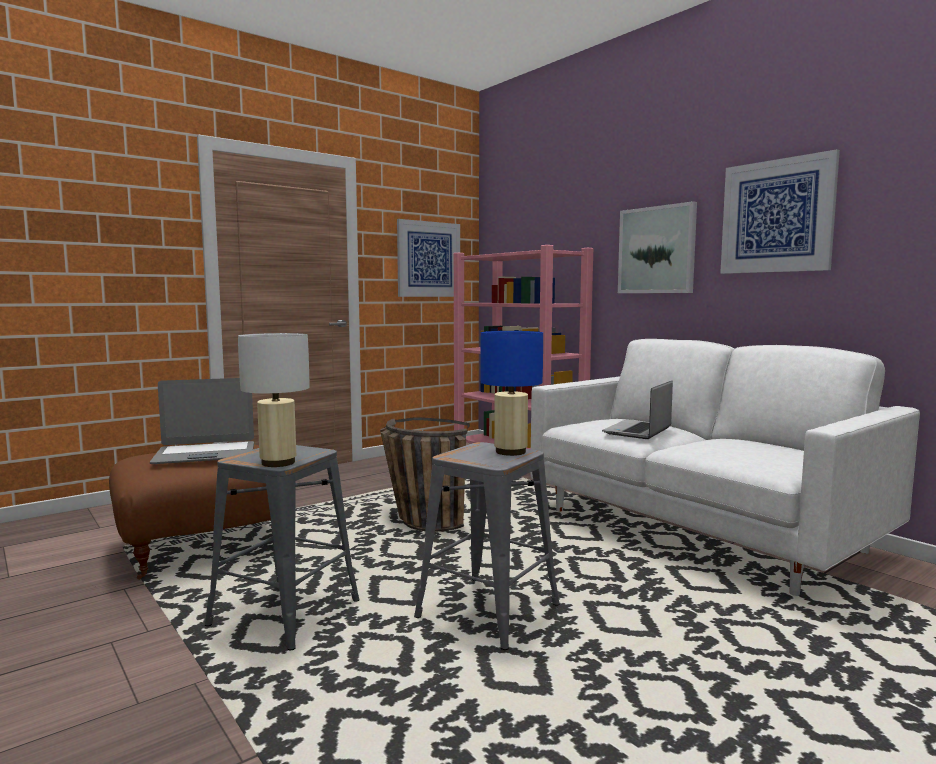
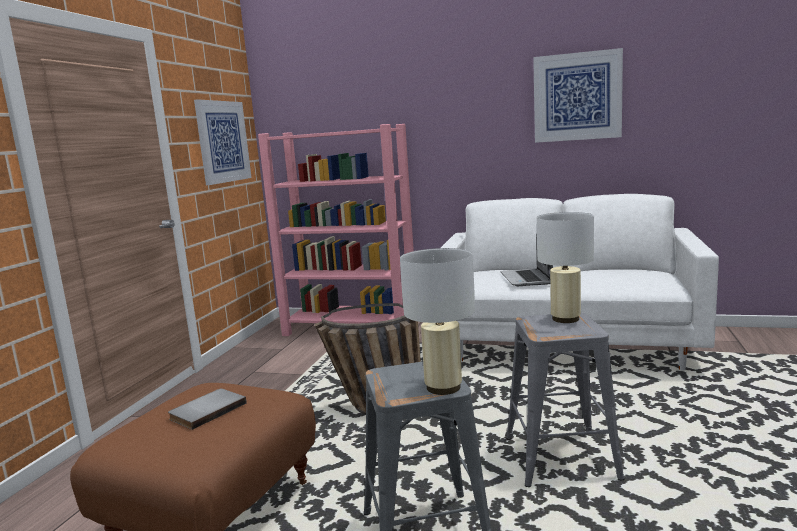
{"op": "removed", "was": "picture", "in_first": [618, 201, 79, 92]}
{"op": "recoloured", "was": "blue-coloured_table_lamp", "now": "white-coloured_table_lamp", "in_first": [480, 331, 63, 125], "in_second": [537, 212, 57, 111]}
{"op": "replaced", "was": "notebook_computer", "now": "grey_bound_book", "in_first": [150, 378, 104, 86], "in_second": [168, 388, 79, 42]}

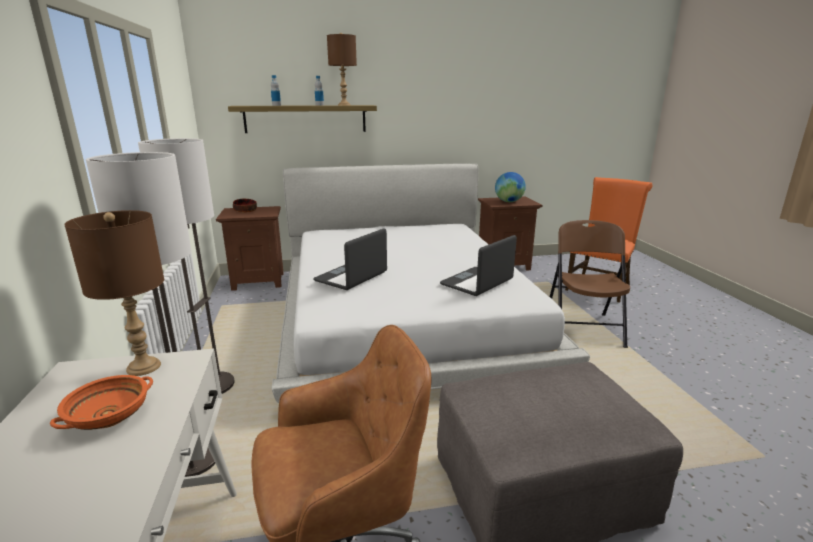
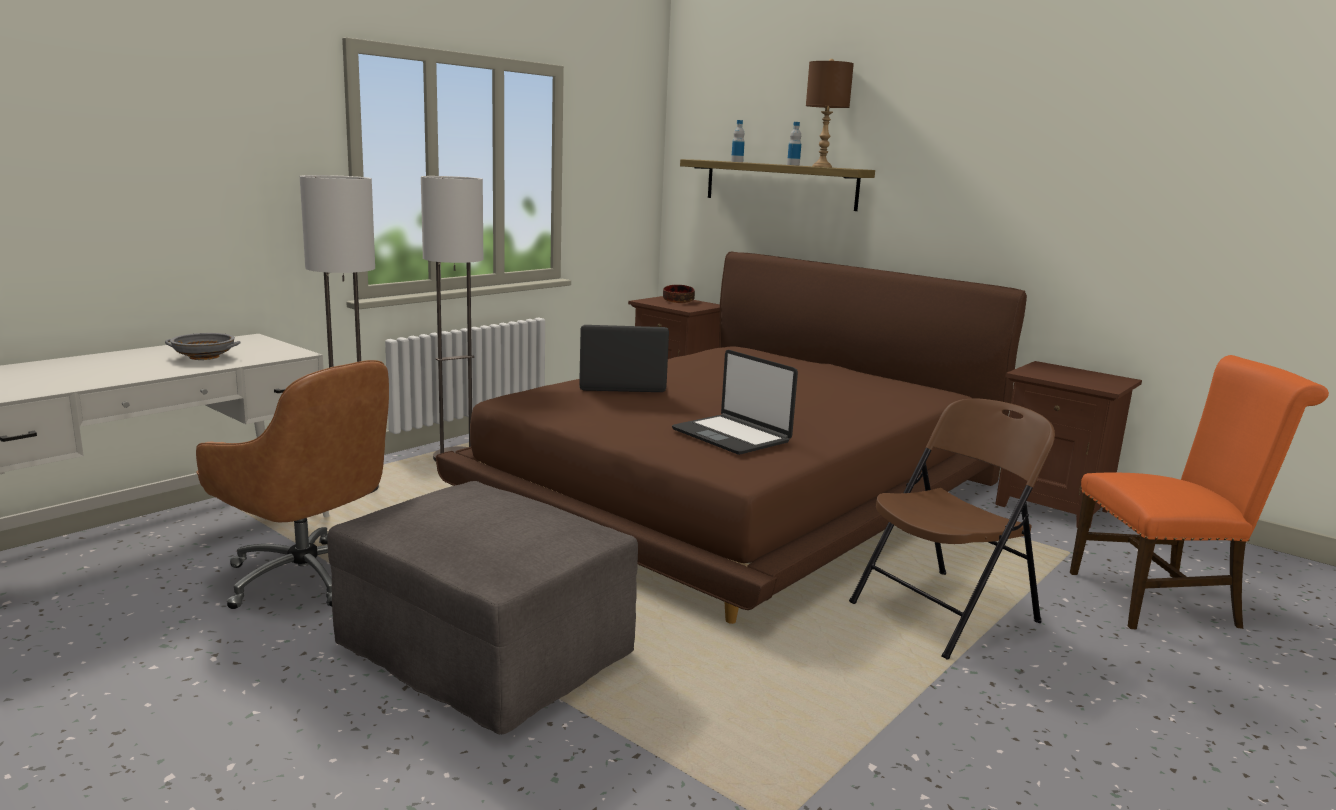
{"op": "recoloured", "was": "white-coloured_bedroom_bed", "now": "brown_bedroom_bed", "in_first": [272, 163, 318, 240], "in_second": [436, 251, 591, 373]}
{"op": "removed", "was": "desk_globe", "in_first": [495, 172, 31, 30]}
{"op": "removed", "was": "brown_table_lamp", "in_first": [64, 210, 100, 166]}
{"op": "turned", "was": "notebook_computer", "in_first": [440, 235, 77, 61], "in_second": [672, 350, 126, 105], "clockwise": -135}
{"op": "recoloured", "was": "orangey_bowl", "now": "grey_bowl", "in_first": [50, 375, 103, 55], "in_second": [165, 333, 75, 27]}

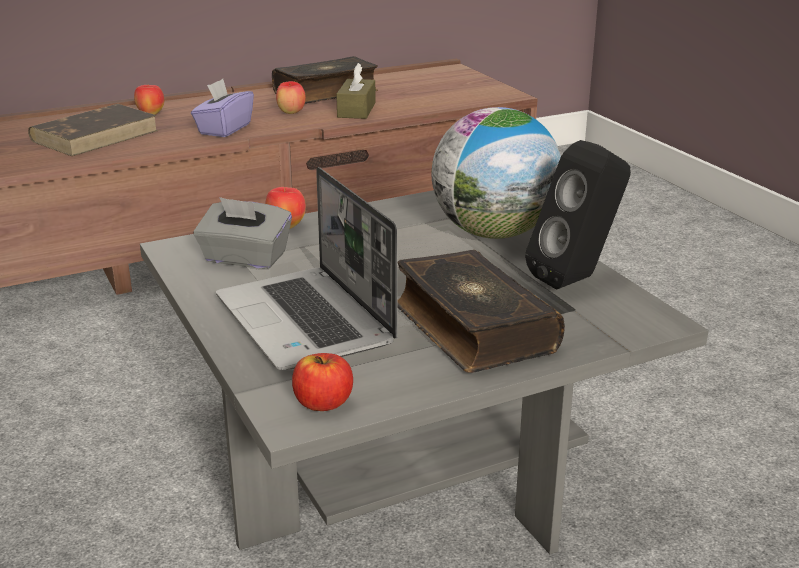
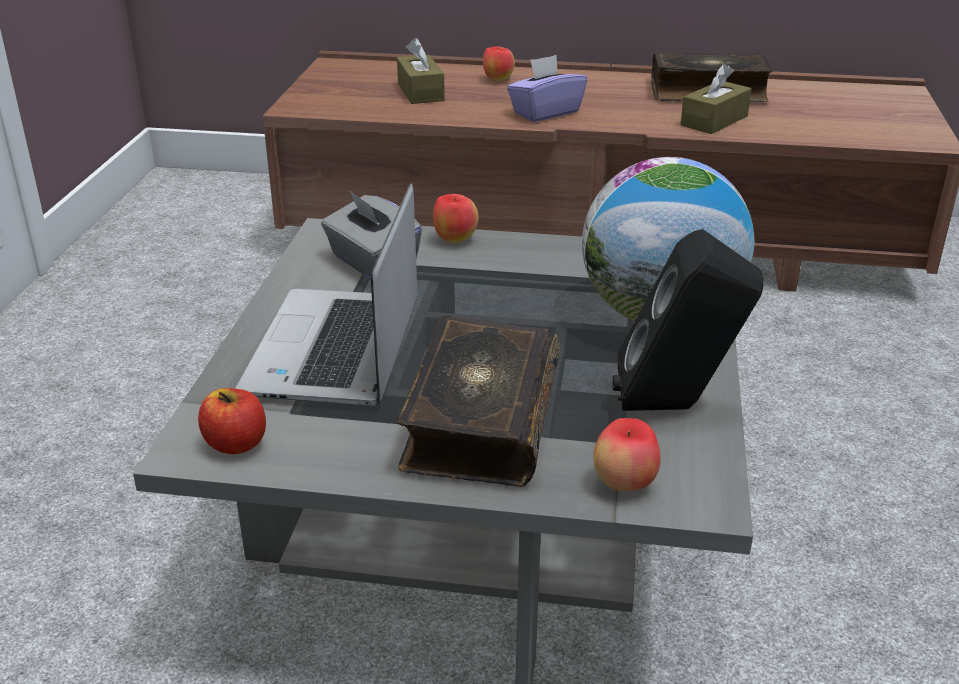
{"op": "moved", "was": "apple", "in_first": [276, 81, 30, 33], "in_second": [593, 418, 68, 73]}
{"op": "replaced", "was": "brown_bound_book", "now": "brown_tissue_holder", "in_first": [28, 104, 131, 52], "in_second": [397, 38, 48, 66]}

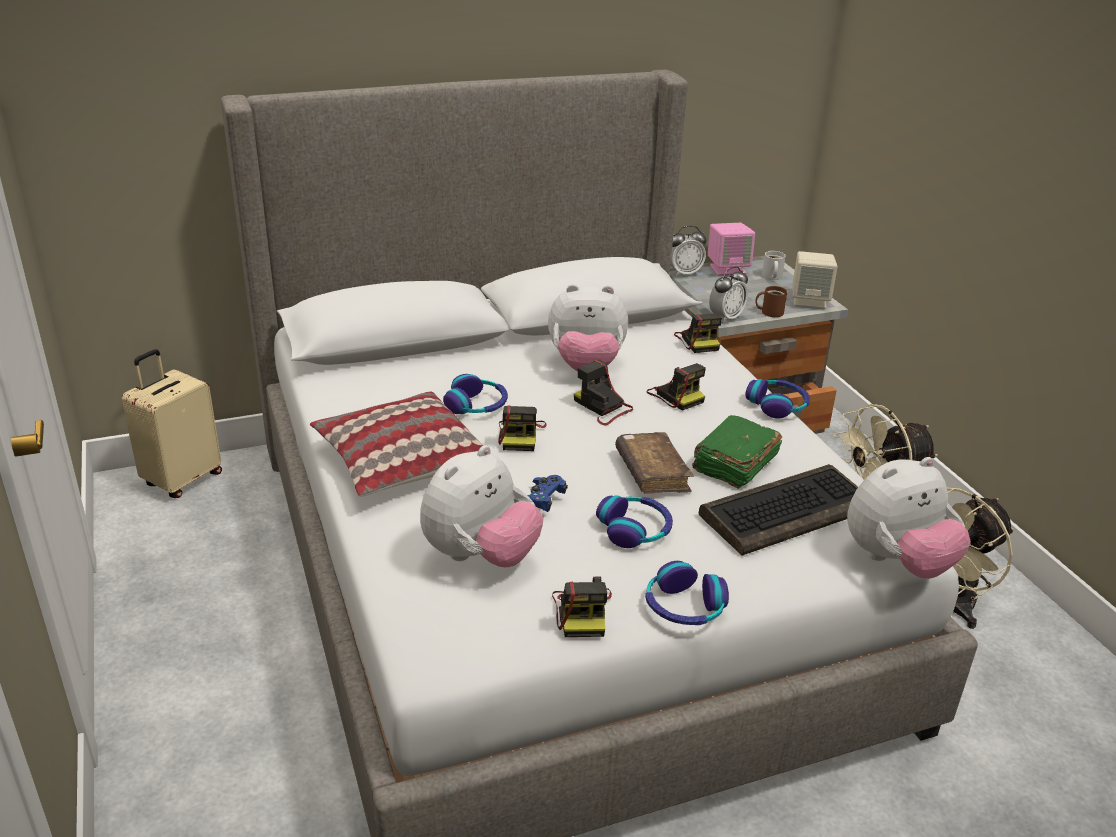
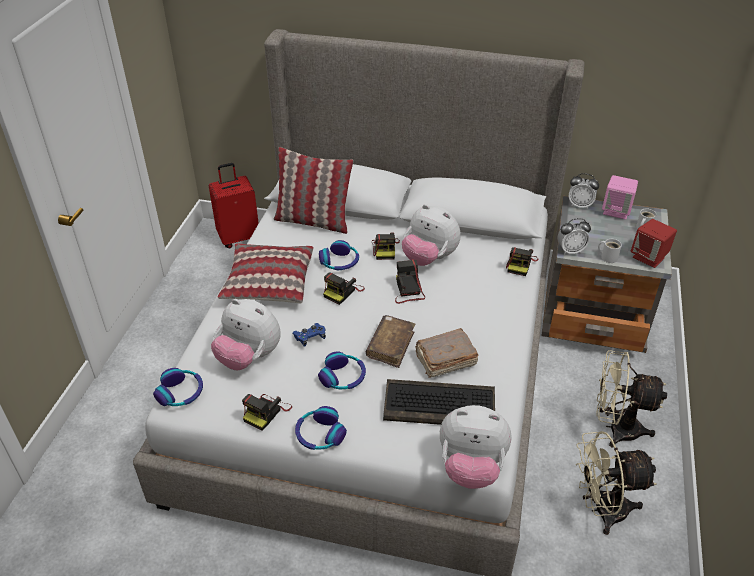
{"op": "recoloured", "was": "beige_speaker", "now": "red-coloured_speaker", "in_first": [793, 251, 44, 58], "in_second": [631, 219, 46, 49]}
{"op": "recoloured", "was": "brown_tea_mug", "now": "white-coloured_tea_mug", "in_first": [755, 286, 32, 31], "in_second": [598, 239, 24, 24]}
{"op": "recoloured", "was": "beige_suitcase", "now": "red-coloured_suitcase", "in_first": [122, 349, 100, 149], "in_second": [209, 163, 50, 85]}
{"op": "moved", "was": "photo_camera", "in_first": [647, 363, 59, 48], "in_second": [372, 232, 28, 28]}
{"op": "moved", "was": "headphones", "in_first": [745, 379, 65, 39], "in_second": [153, 368, 50, 38]}
{"op": "recoloured", "was": "green_bound_book", "now": "brown_bound_book", "in_first": [692, 415, 90, 74], "in_second": [415, 328, 63, 50]}
{"op": "turned", "was": "plush_toy", "in_first": [420, 445, 124, 122], "in_second": [211, 299, 70, 71], "clockwise": 45}
{"op": "added", "now": "throw_pillow", "in_second": [274, 147, 79, 87]}

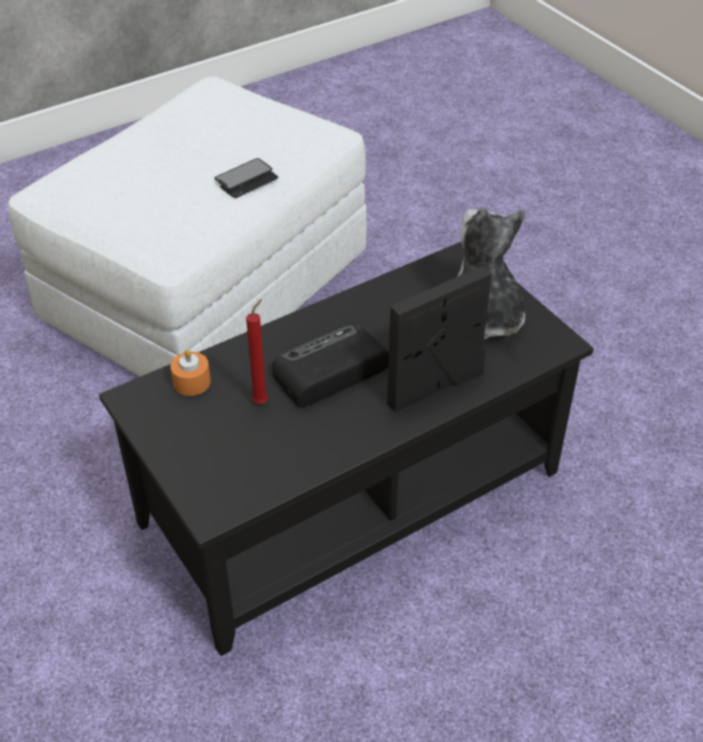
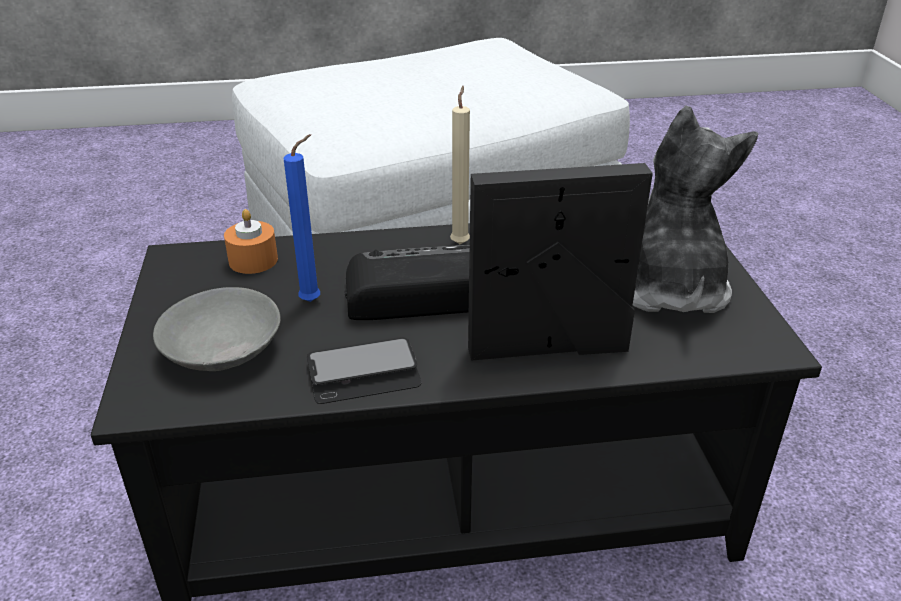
{"op": "moved", "was": "handset", "in_first": [214, 158, 64, 40], "in_second": [307, 338, 114, 66]}
{"op": "recoloured", "was": "red-coloured_wax_light", "now": "blue-coloured_wax_light", "in_first": [246, 299, 22, 105], "in_second": [284, 134, 36, 168]}
{"op": "added", "now": "beige_wax_light", "in_second": [450, 86, 20, 158]}
{"op": "added", "now": "grey_bowl", "in_second": [153, 287, 128, 84]}

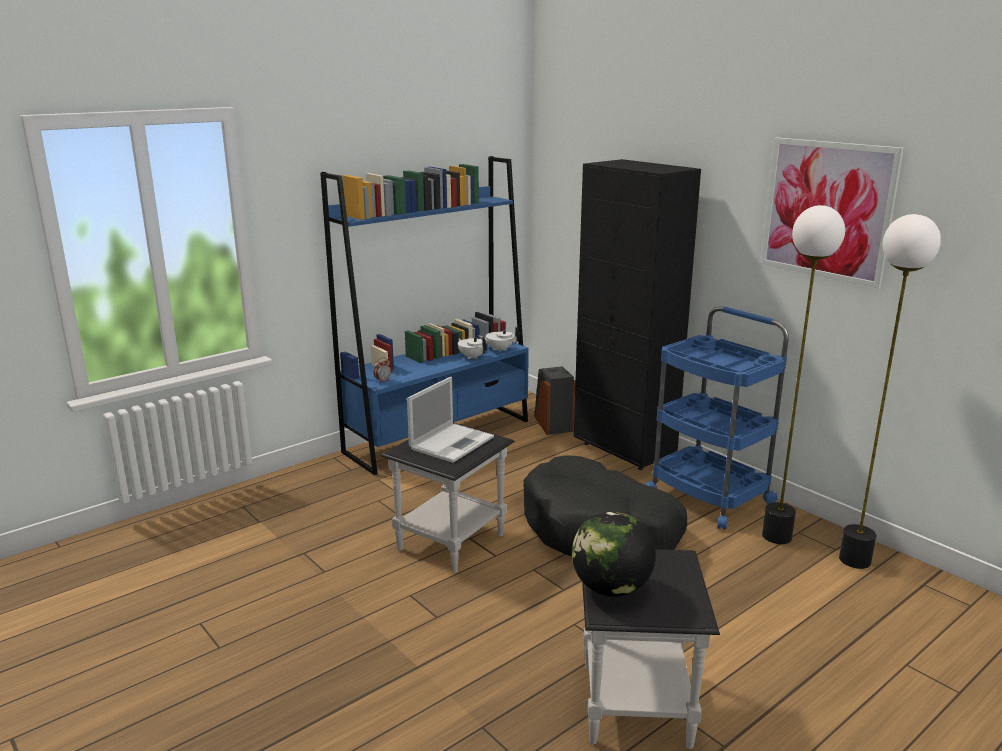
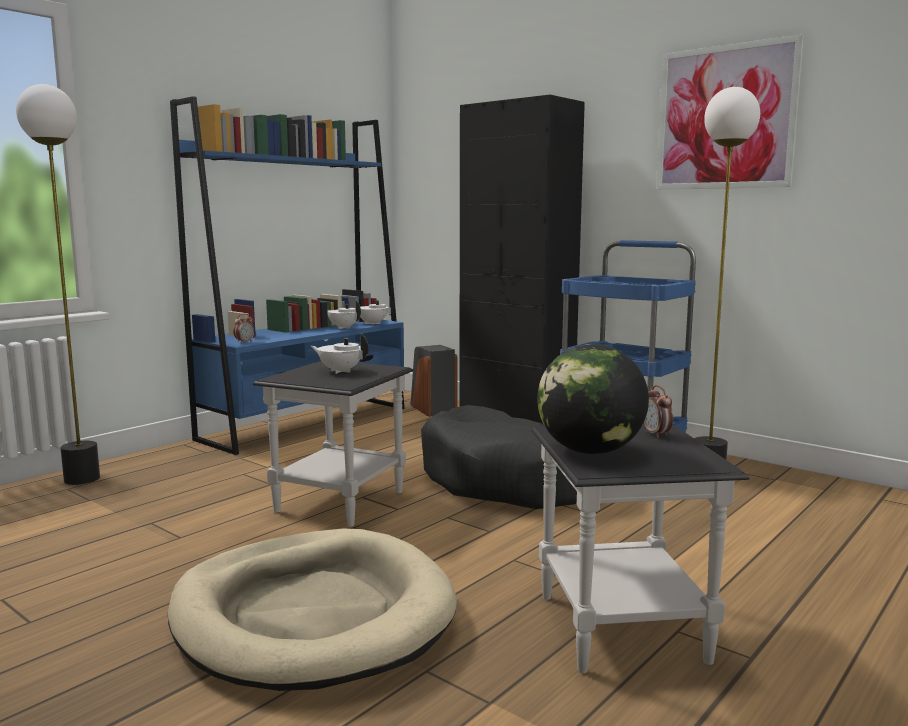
{"op": "moved", "was": "standing_lamp", "in_first": [839, 214, 102, 355], "in_second": [16, 84, 84, 401]}
{"op": "replaced", "was": "notebook_computer", "now": "white-coloured_teapot", "in_first": [407, 377, 87, 86], "in_second": [311, 334, 57, 40]}
{"op": "added", "now": "alarm_clock", "in_second": [644, 385, 29, 53]}
{"op": "added", "now": "beige_dog_cushion", "in_second": [168, 529, 289, 162]}

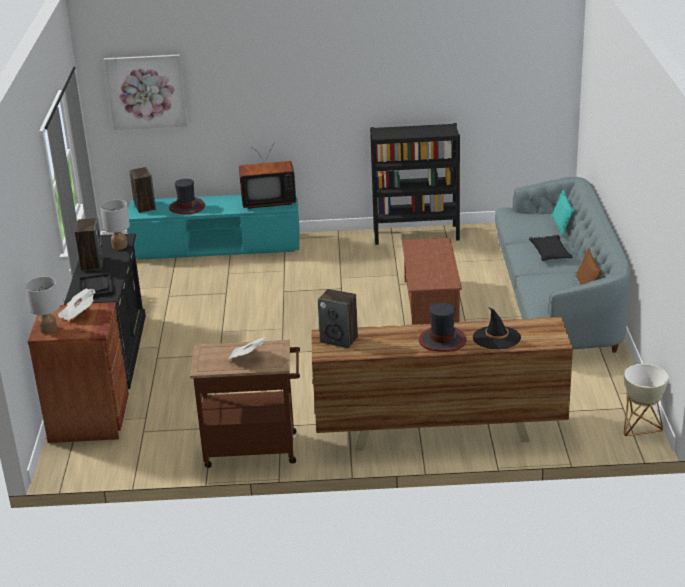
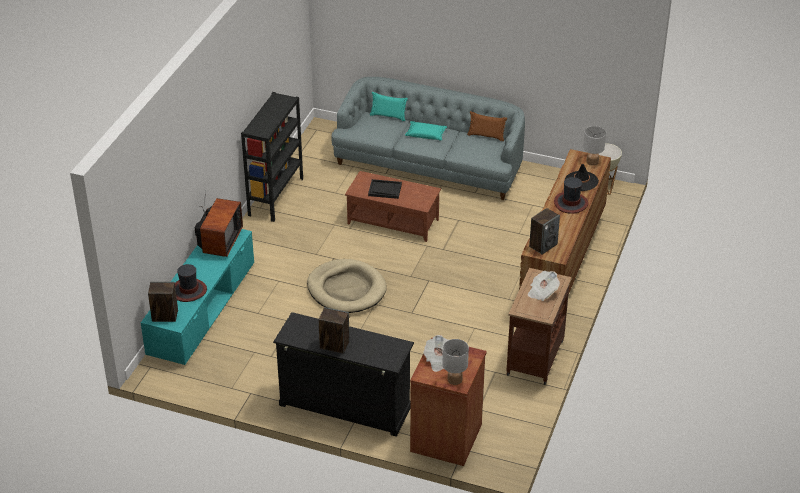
{"op": "removed", "was": "picture", "in_first": [104, 54, 83, 76]}
{"op": "moved", "was": "grey_table_lamp", "in_first": [100, 200, 30, 50], "in_second": [583, 126, 23, 40]}
{"op": "recoloured", "was": "black-coloured_throw_pillow", "now": "blue-green_throw_pillow", "in_first": [529, 235, 44, 26], "in_second": [405, 121, 42, 20]}
{"op": "moved", "was": "black-coloured_carrying_tray", "in_first": [78, 273, 36, 25], "in_second": [368, 179, 34, 20]}
{"op": "added", "now": "beige_dog_cushion", "in_second": [307, 259, 80, 54]}

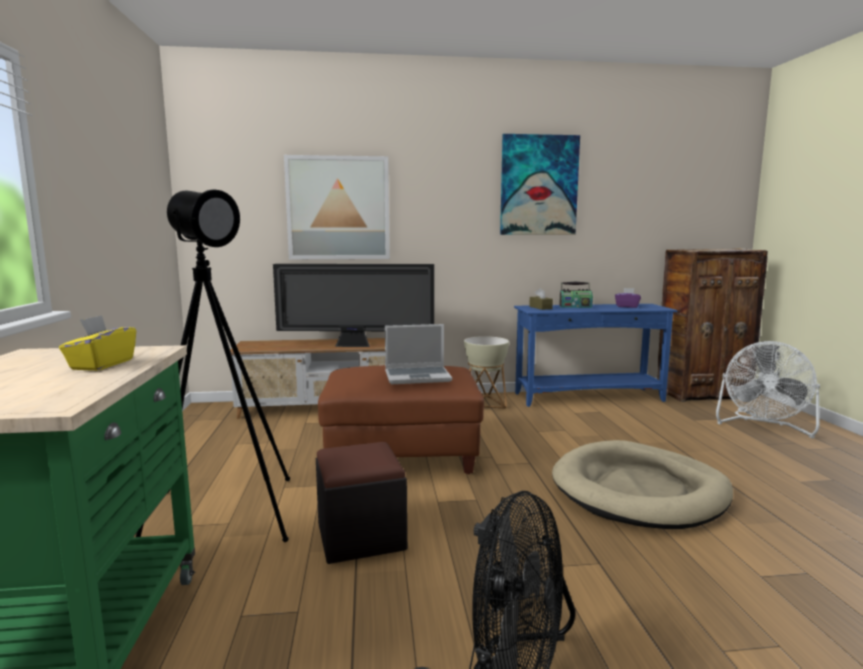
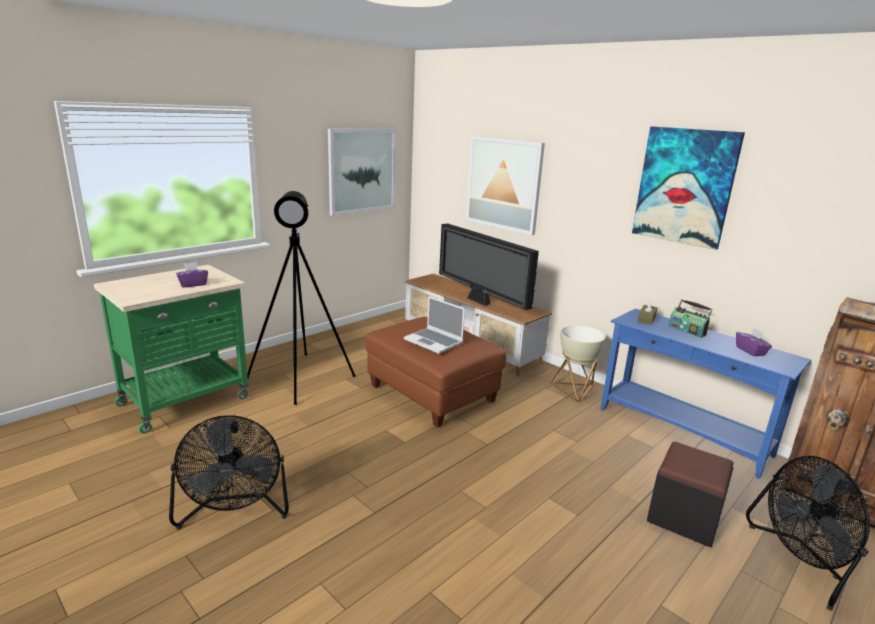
{"op": "recoloured", "was": "yellow_tissue_holder", "now": "purple-coloured_tissue_holder", "in_first": [59, 315, 77, 56], "in_second": [176, 262, 32, 26]}
{"op": "recoloured", "was": "white-coloured_cooling_fan", "now": "black-coloured_cooling_fan", "in_first": [716, 341, 104, 97], "in_second": [746, 456, 124, 155]}
{"op": "removed", "was": "beige_dog_cushion", "in_first": [552, 440, 181, 89]}
{"op": "moved", "was": "black-coloured_pouffe", "in_first": [316, 442, 91, 122], "in_second": [647, 442, 87, 105]}
{"op": "added", "now": "picture", "in_second": [328, 129, 68, 87]}

